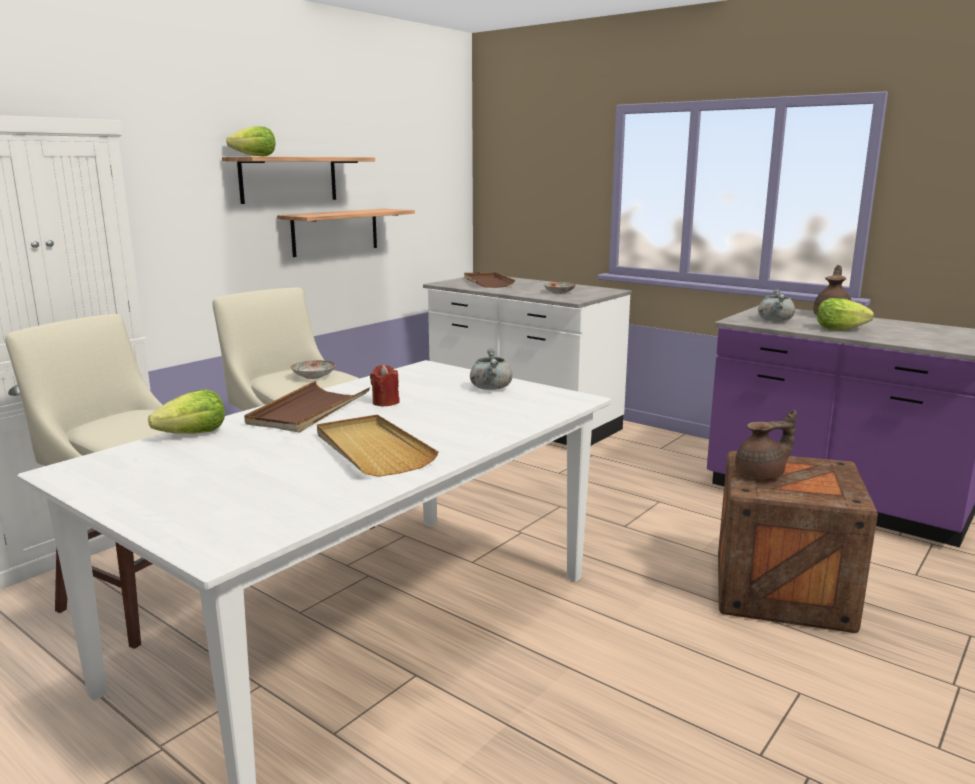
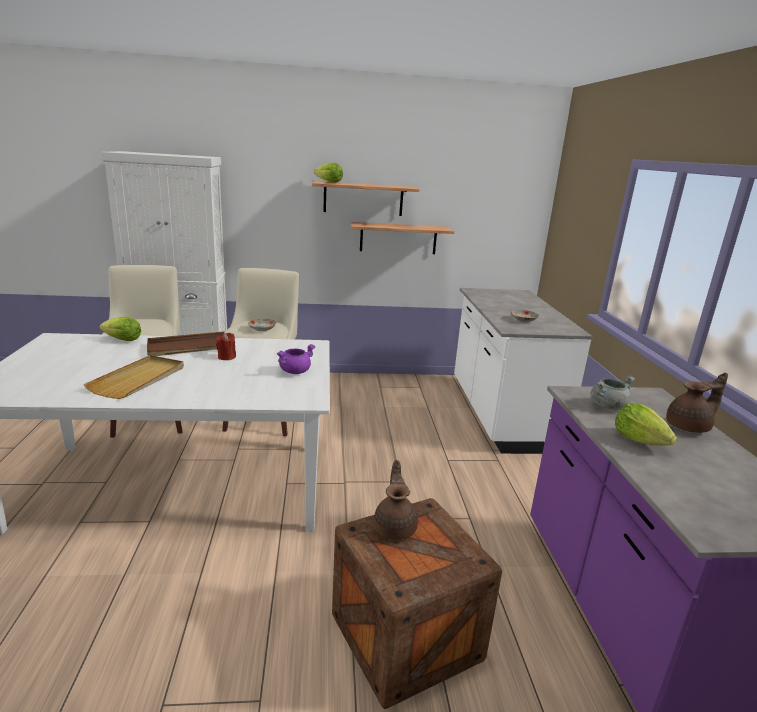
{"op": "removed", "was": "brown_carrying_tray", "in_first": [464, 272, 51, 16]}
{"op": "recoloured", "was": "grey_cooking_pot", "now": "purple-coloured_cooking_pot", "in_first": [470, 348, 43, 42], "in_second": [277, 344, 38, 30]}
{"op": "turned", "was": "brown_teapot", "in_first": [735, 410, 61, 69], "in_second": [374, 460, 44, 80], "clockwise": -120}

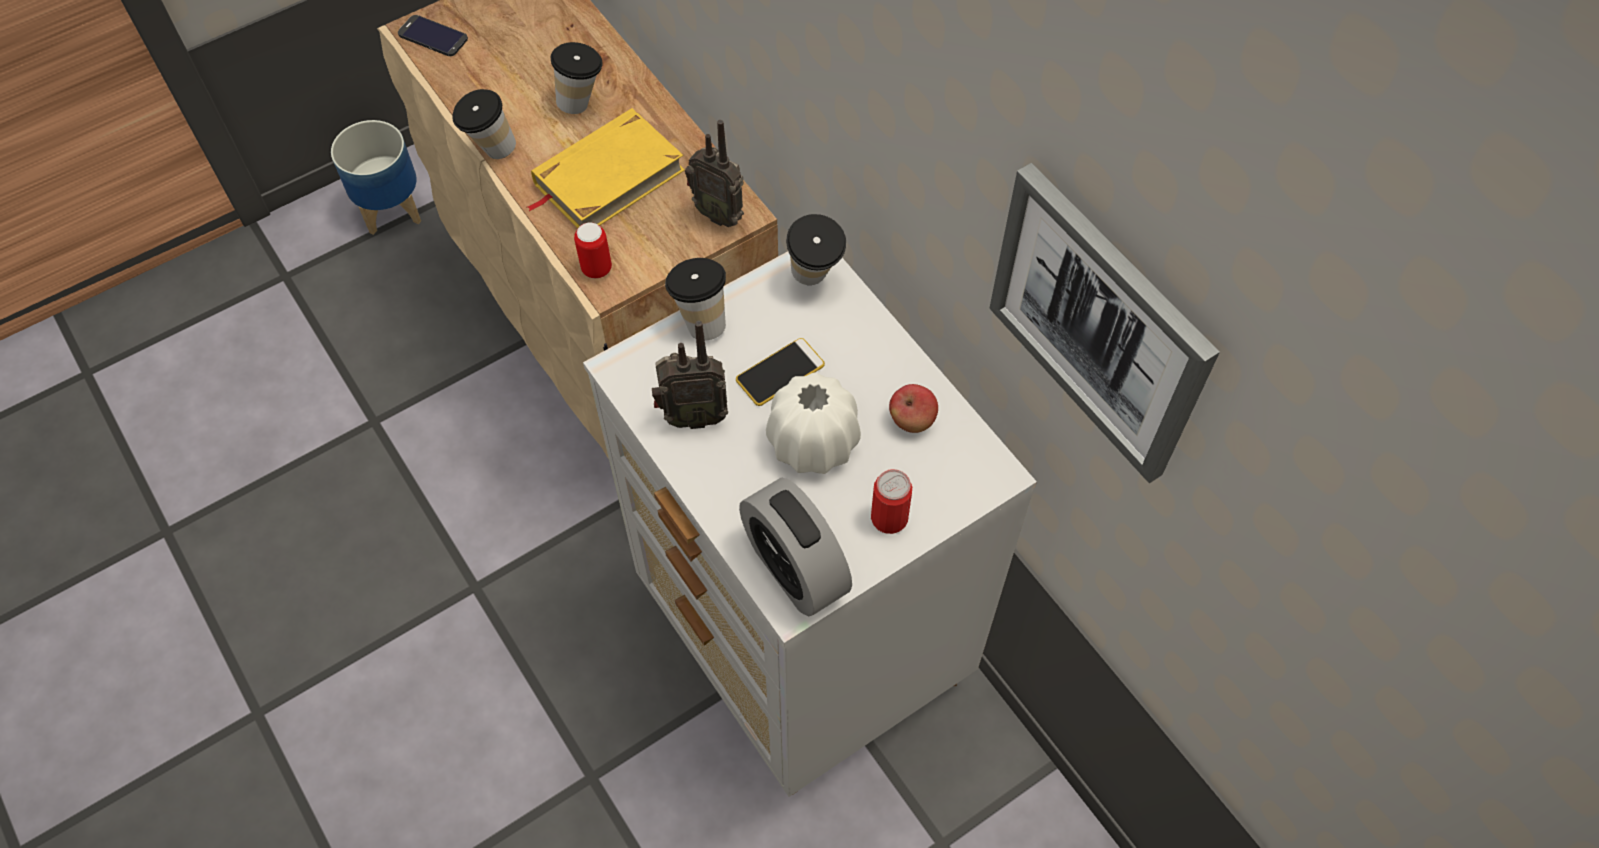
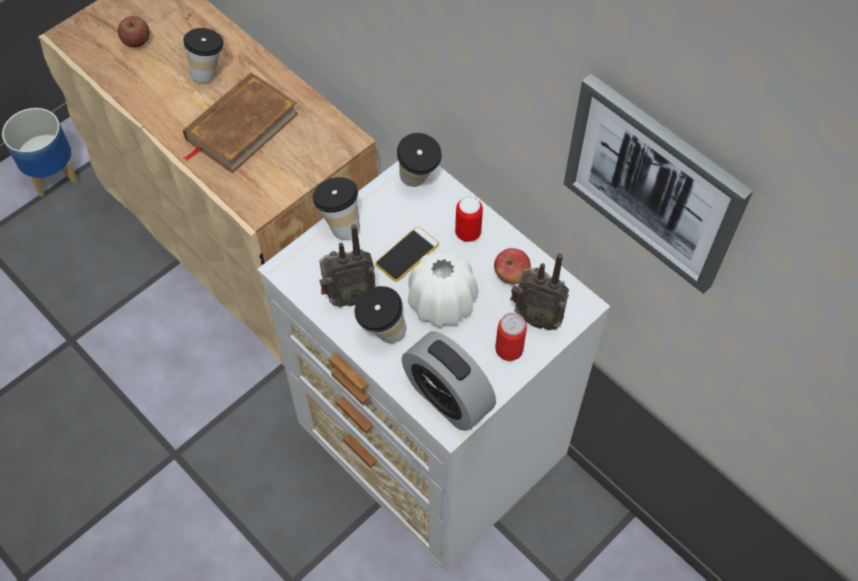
{"op": "removed", "was": "handset", "in_first": [398, 15, 70, 41]}
{"op": "moved", "was": "drinking_cup", "in_first": [452, 89, 64, 70], "in_second": [355, 286, 51, 57]}
{"op": "recoloured", "was": "yellow_bound_book", "now": "brown_bound_book", "in_first": [527, 108, 158, 120], "in_second": [183, 72, 116, 101]}
{"op": "moved", "was": "radio_set", "in_first": [685, 120, 59, 107], "in_second": [510, 253, 59, 77]}
{"op": "moved", "was": "sealed_can", "in_first": [574, 222, 38, 57], "in_second": [455, 197, 28, 45]}
{"op": "added", "now": "apple", "in_second": [118, 16, 31, 31]}

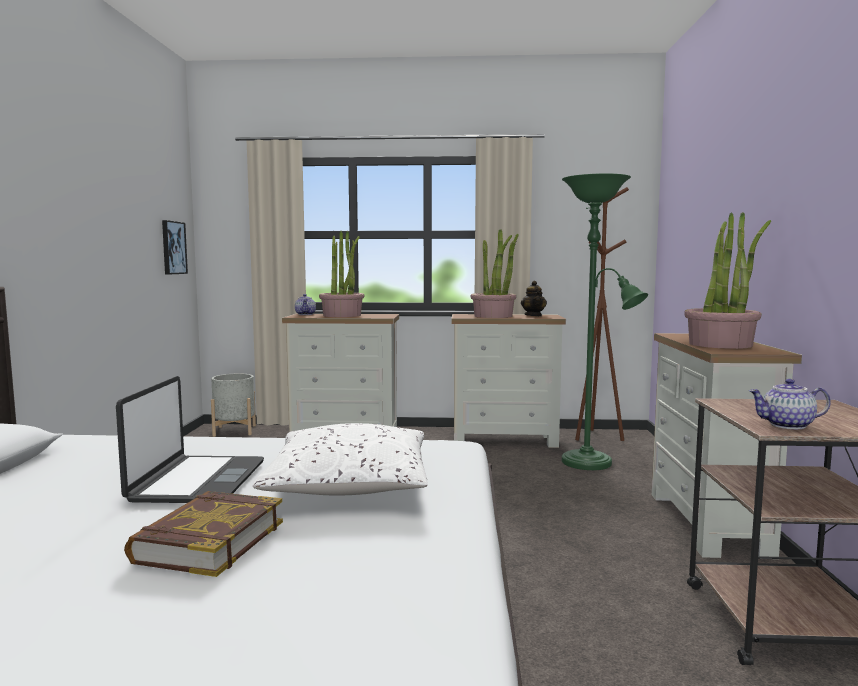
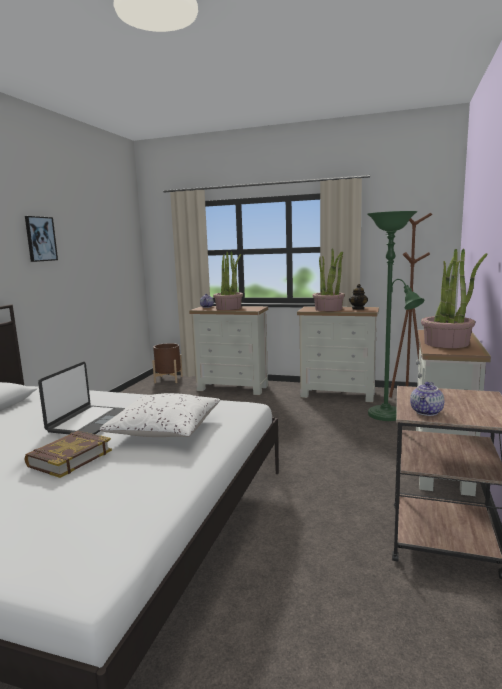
{"op": "moved", "was": "picture", "in_first": [162, 220, 26, 55], "in_second": [25, 216, 33, 46]}
{"op": "recoloured", "was": "grey_plant_pot", "now": "brown_plant_pot", "in_first": [211, 374, 45, 63], "in_second": [152, 343, 31, 40]}
{"op": "turned", "was": "teapot", "in_first": [749, 379, 82, 50], "in_second": [410, 382, 34, 34], "clockwise": -75}

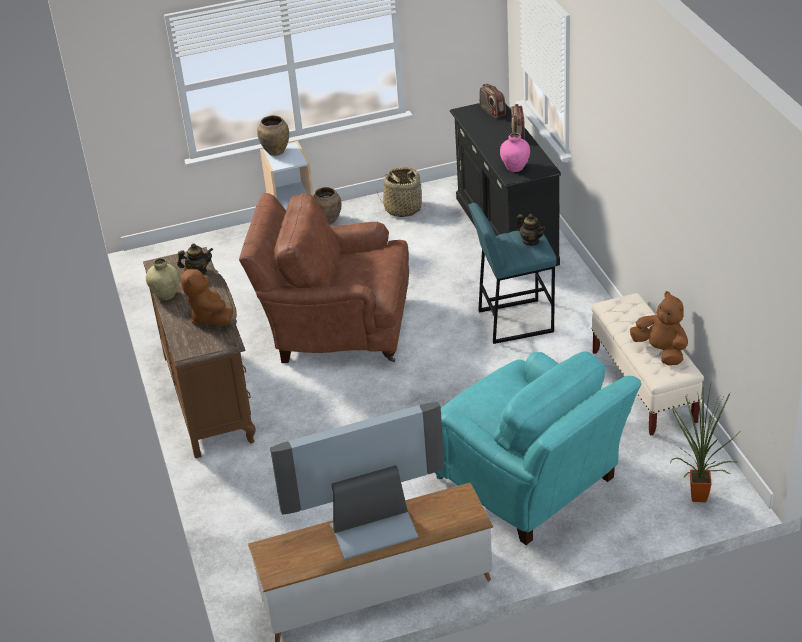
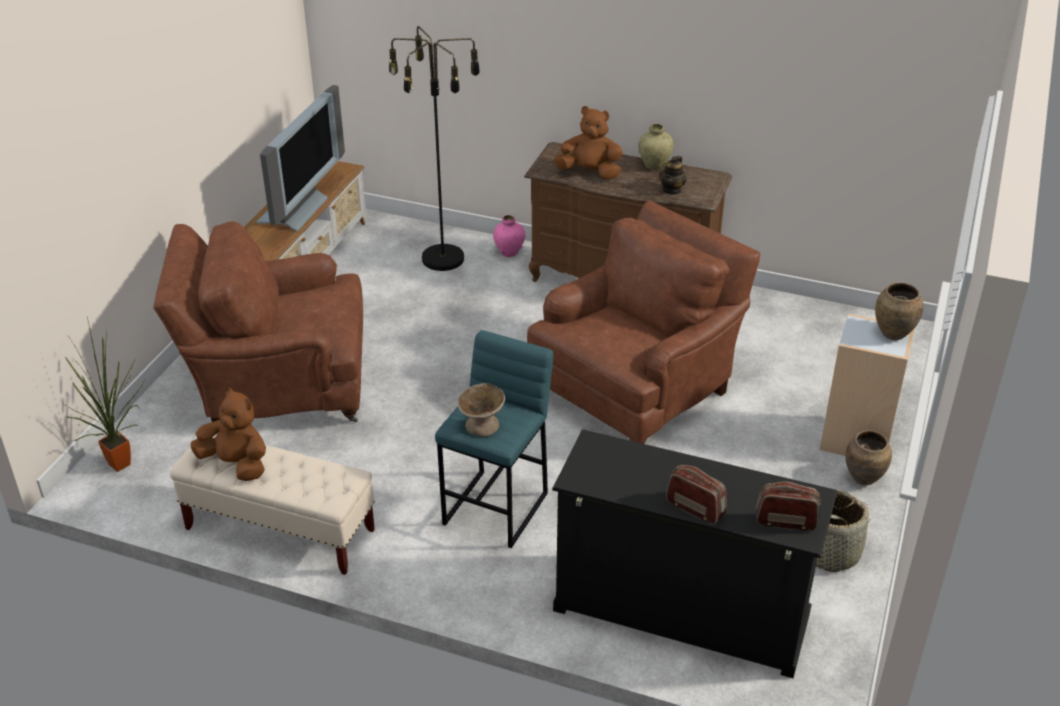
{"op": "moved", "was": "pink-coloured_vase", "in_first": [500, 133, 30, 39], "in_second": [493, 215, 33, 42]}
{"op": "replaced", "was": "teapot", "now": "beige_bowl", "in_first": [516, 214, 29, 32], "in_second": [458, 383, 47, 54]}
{"op": "turned", "was": "brown_plush_toy", "in_first": [630, 291, 58, 74], "in_second": [191, 387, 75, 94], "clockwise": -150}
{"op": "recoloured", "was": "blue-green_lounge_chair", "now": "brown_lounge_chair", "in_first": [435, 351, 207, 194], "in_second": [153, 221, 210, 201]}
{"op": "added", "now": "standing_lamp", "in_second": [389, 26, 91, 245]}

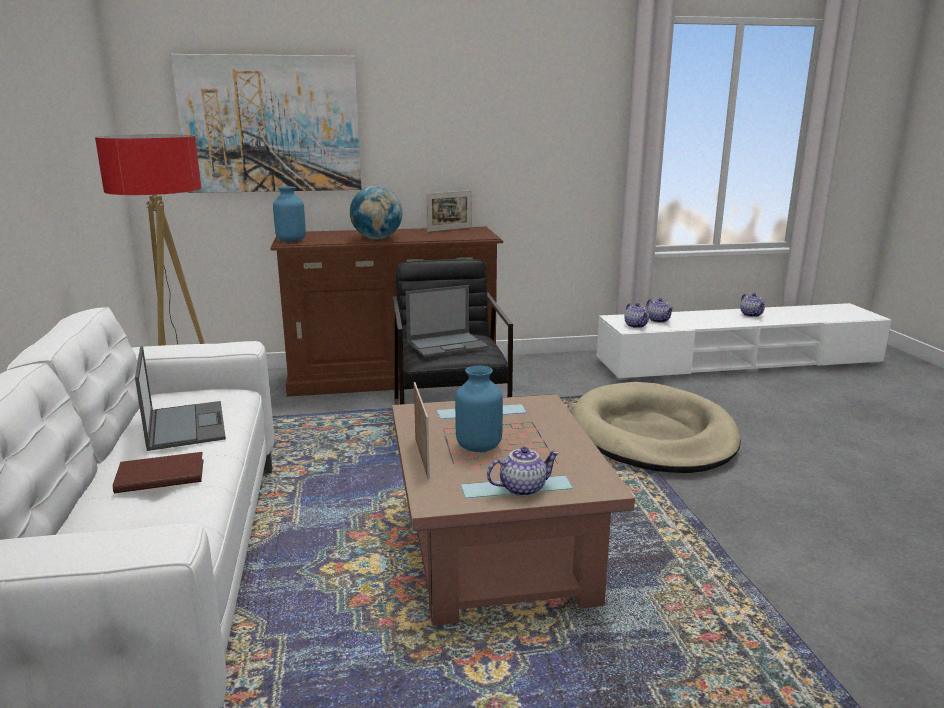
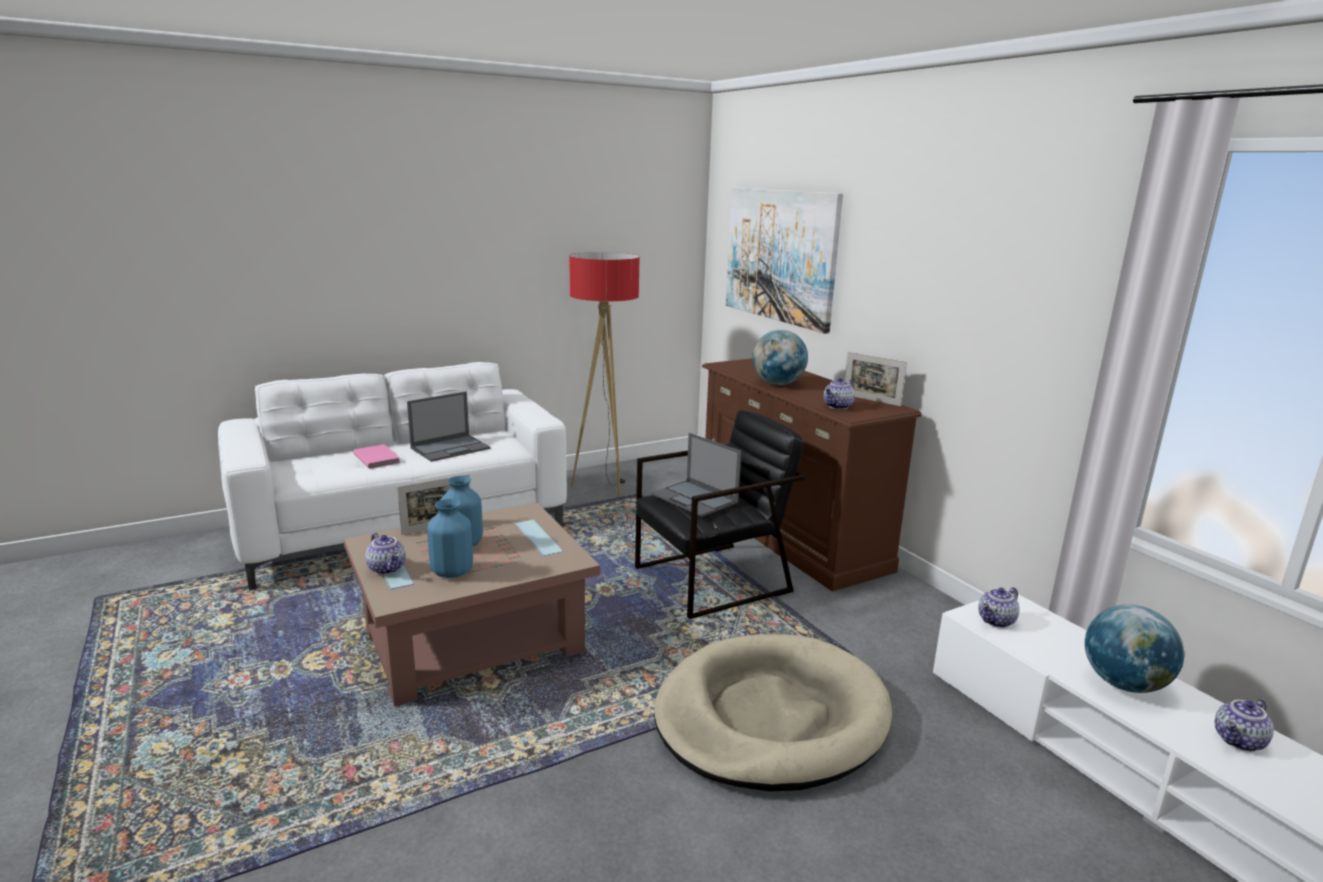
{"op": "moved", "was": "blue-coloured_vase", "in_first": [273, 186, 33, 56], "in_second": [427, 499, 46, 79]}
{"op": "moved", "was": "teapot", "in_first": [646, 298, 28, 25], "in_second": [824, 378, 31, 32]}
{"op": "recoloured", "was": "brown_bound_book", "now": "pink-coloured_bound_book", "in_first": [113, 452, 91, 41], "in_second": [353, 444, 47, 25]}
{"op": "added", "now": "desk_globe", "in_second": [1085, 605, 99, 88]}

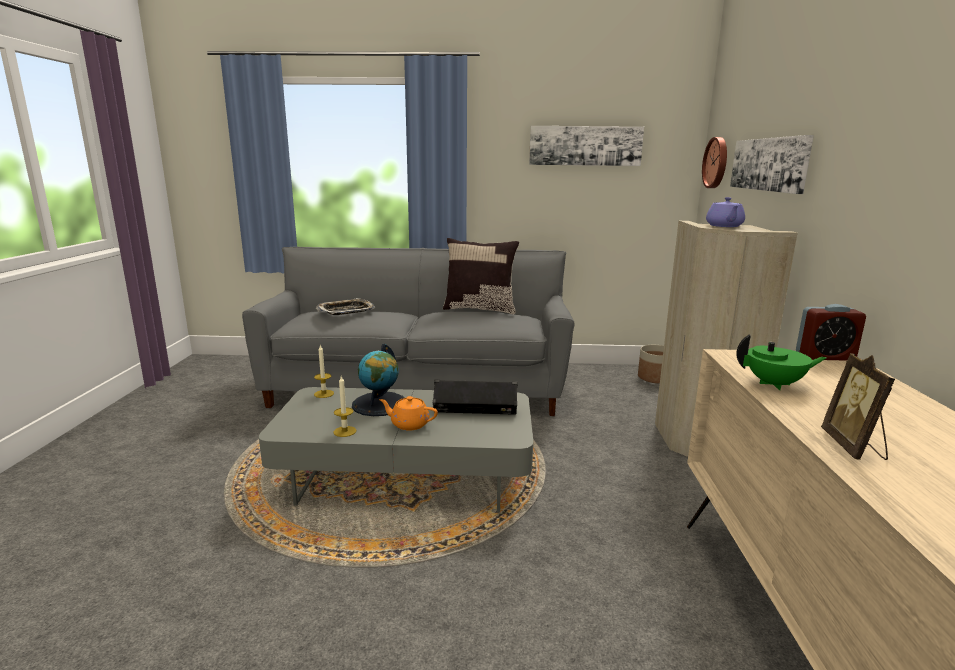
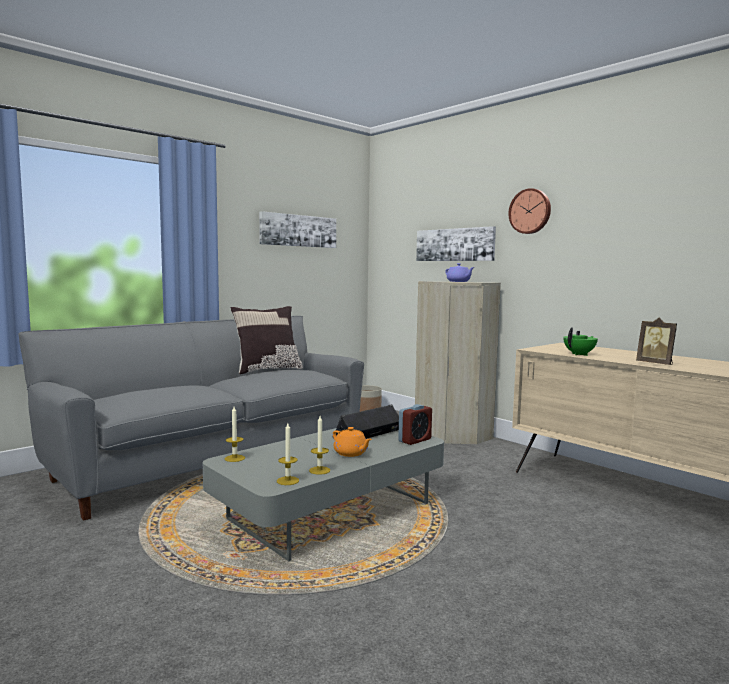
{"op": "moved", "was": "hanging_clock", "in_first": [702, 137, 25, 51], "in_second": [508, 188, 43, 46]}
{"op": "removed", "was": "carrying_tray", "in_first": [316, 298, 59, 17]}
{"op": "moved", "was": "alarm_clock", "in_first": [796, 304, 70, 57], "in_second": [398, 404, 34, 41]}
{"op": "removed", "was": "desk_globe", "in_first": [352, 344, 53, 72]}
{"op": "turned", "was": "orangey_teapot", "in_first": [379, 396, 59, 34], "in_second": [333, 427, 39, 30], "clockwise": -105}
{"op": "added", "now": "wax_light", "in_second": [277, 423, 22, 62]}

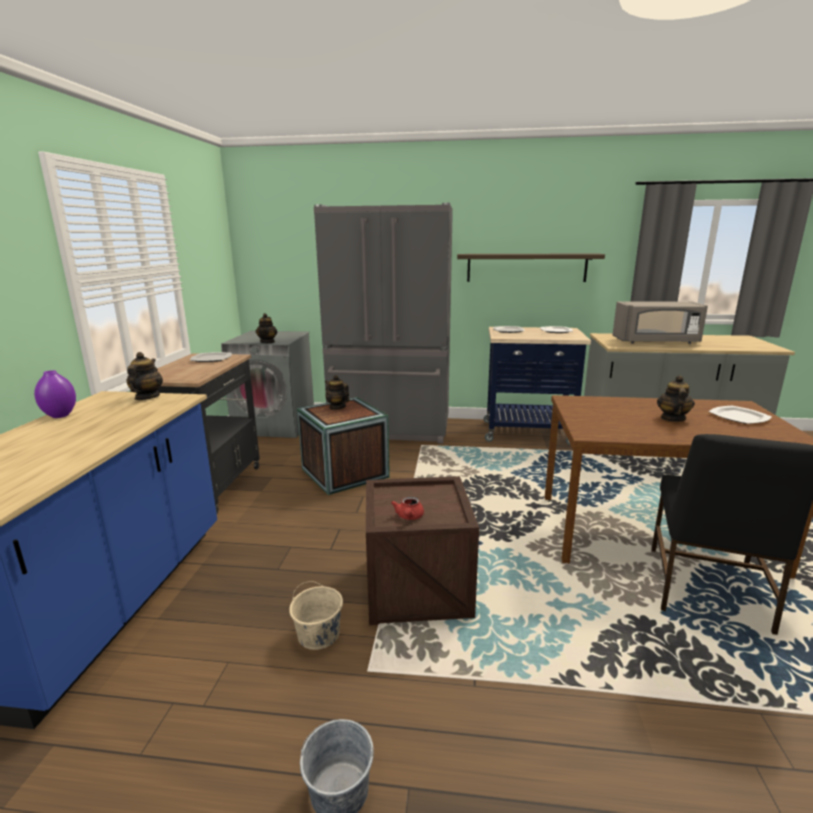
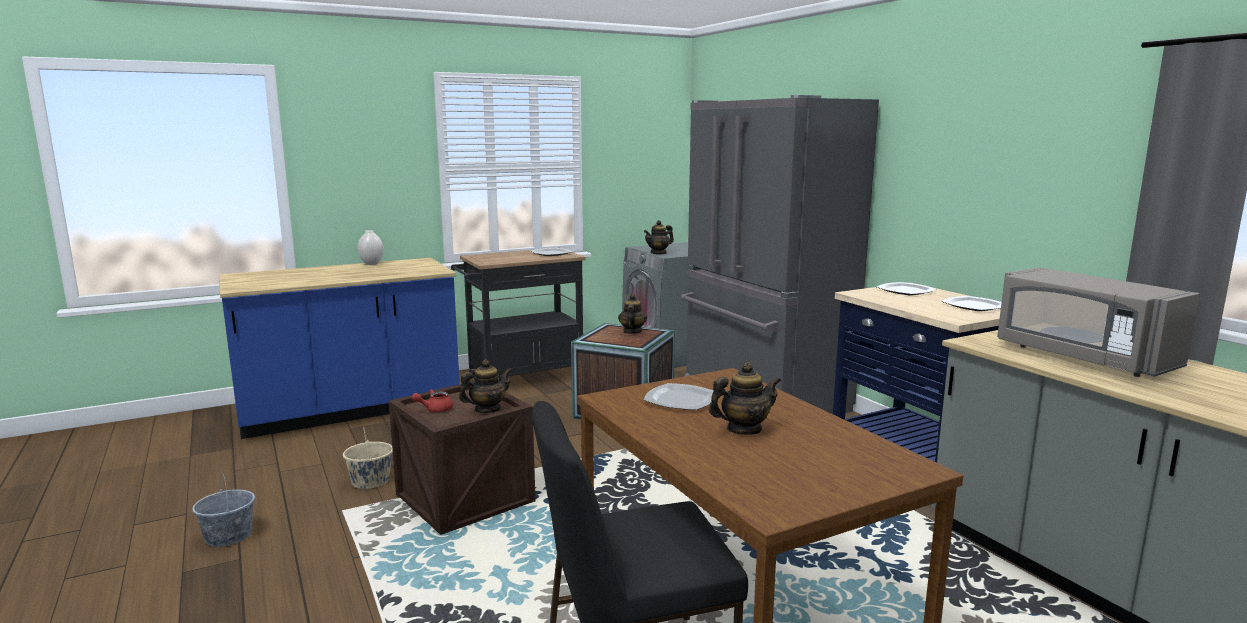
{"op": "removed", "was": "wall_shelf", "in_first": [457, 253, 148, 29]}
{"op": "moved", "was": "teapot", "in_first": [126, 352, 37, 48], "in_second": [459, 359, 53, 54]}
{"op": "recoloured", "was": "purple-coloured_vase", "now": "white-coloured_vase", "in_first": [34, 370, 42, 48], "in_second": [358, 230, 26, 35]}
{"op": "moved", "was": "dinner_plate", "in_first": [709, 406, 62, 18], "in_second": [644, 383, 70, 27]}

